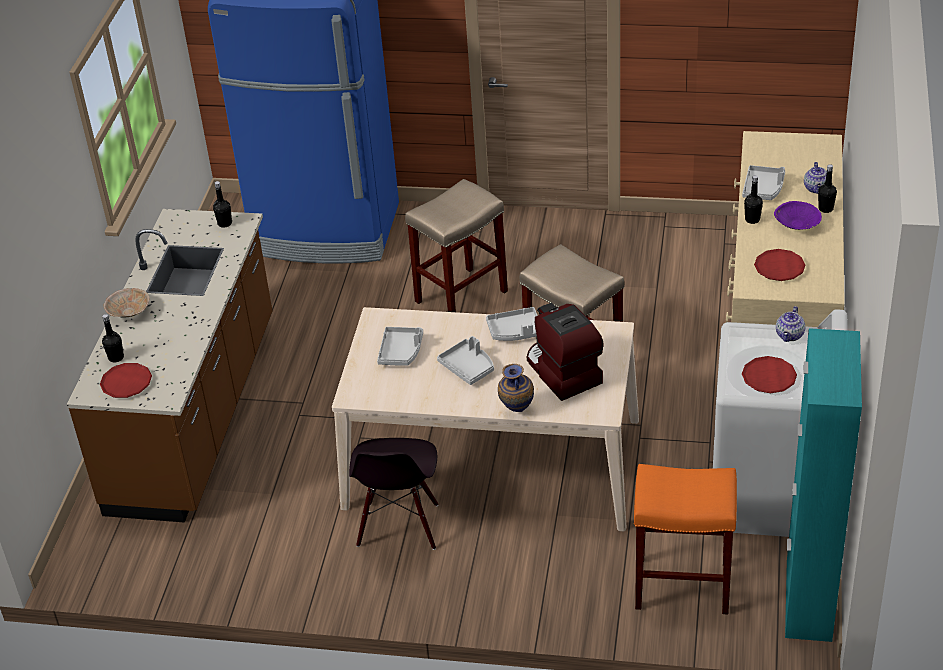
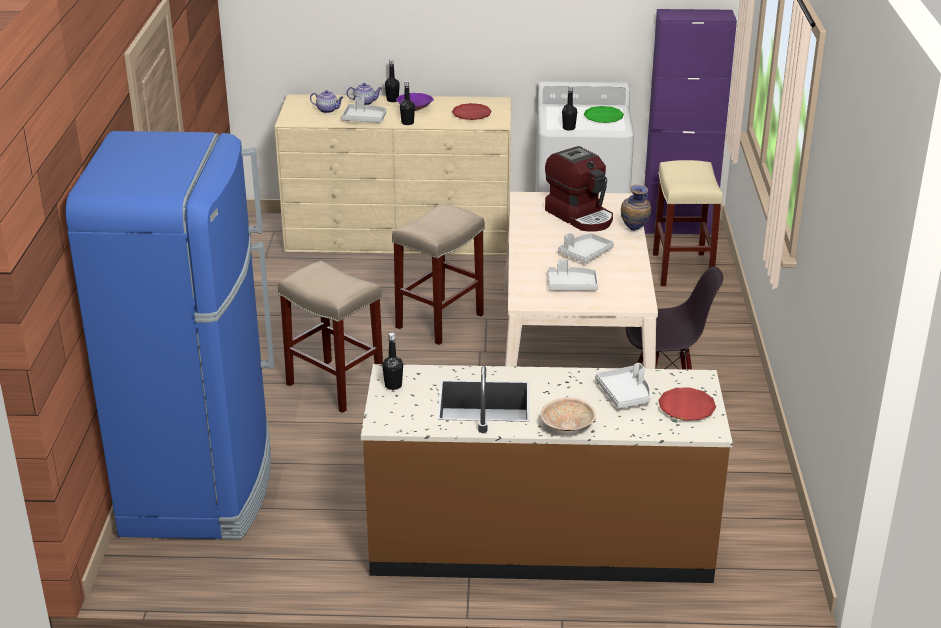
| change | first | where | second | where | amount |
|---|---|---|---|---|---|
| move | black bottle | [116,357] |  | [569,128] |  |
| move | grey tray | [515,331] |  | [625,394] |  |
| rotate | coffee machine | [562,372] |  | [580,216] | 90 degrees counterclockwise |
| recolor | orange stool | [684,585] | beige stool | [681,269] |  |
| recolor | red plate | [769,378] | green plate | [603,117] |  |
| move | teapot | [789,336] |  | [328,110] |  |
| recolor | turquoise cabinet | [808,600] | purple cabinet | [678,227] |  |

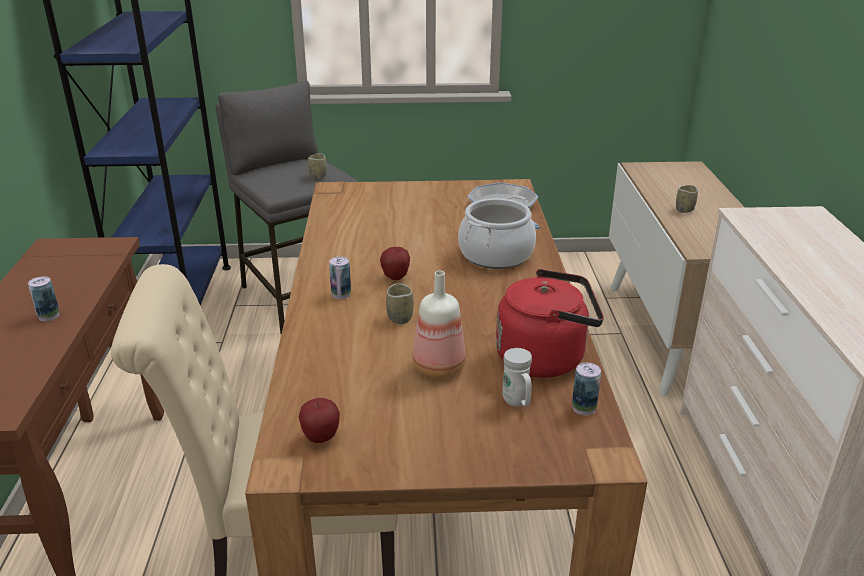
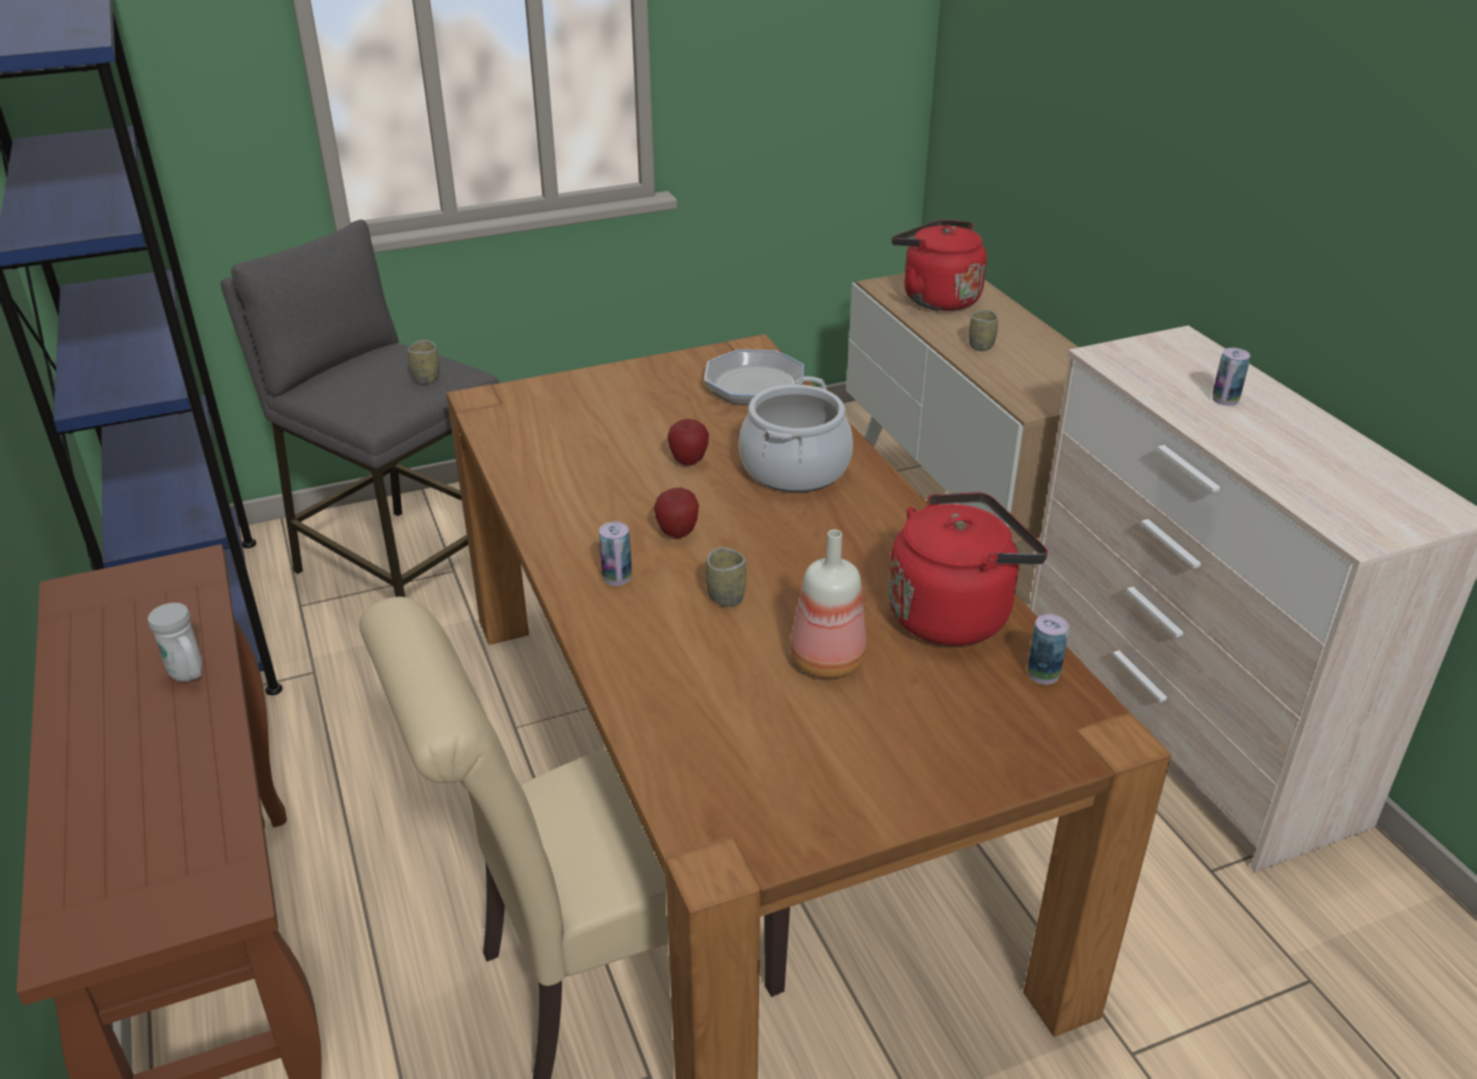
| change | first | where | second | where | amount |
|---|---|---|---|---|---|
| move | can | [49,316] |  | [1225,399] |  |
| move | apple | [321,438] |  | [689,461] |  |
| move | white mug | [517,403] |  | [189,676] |  |
| insert |  |  | red kettle | [936,298] |  |

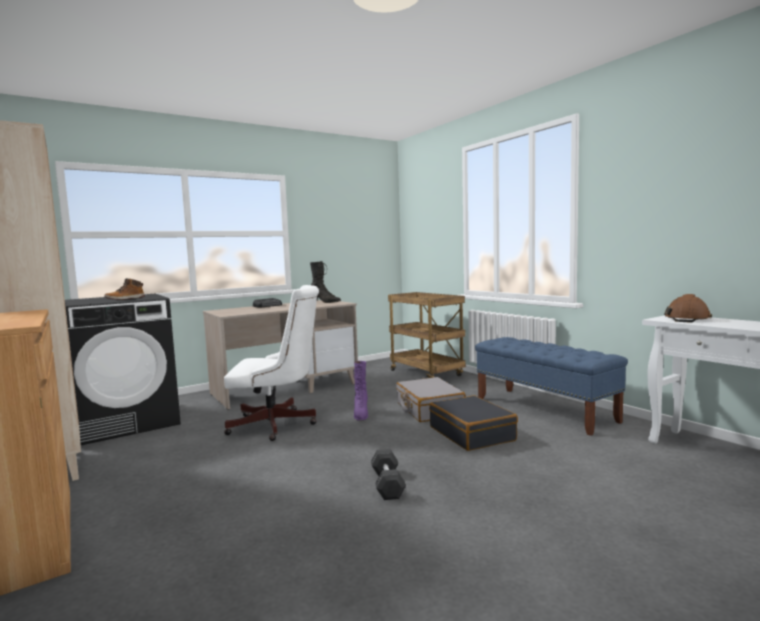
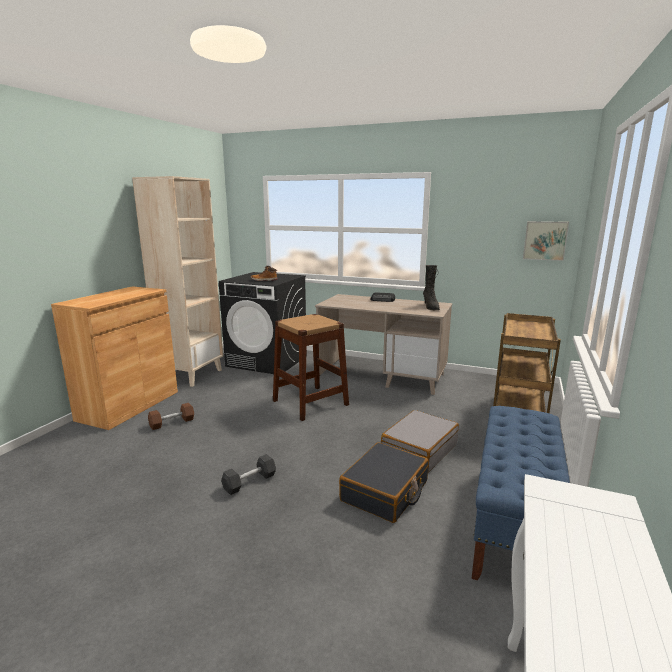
| change | first | where | second | where | amount |
|---|---|---|---|---|---|
| replace | white office chair | [277,425] | brown stool | [310,402] |  |
| delete | purple boot | [361,414] |  |  |  |
| delete | brown hard hat | [687,319] |  |  |  |
| insert |  |  | brown dumbbell | [172,423] |  |
| insert |  |  | picture | [545,240] |  |

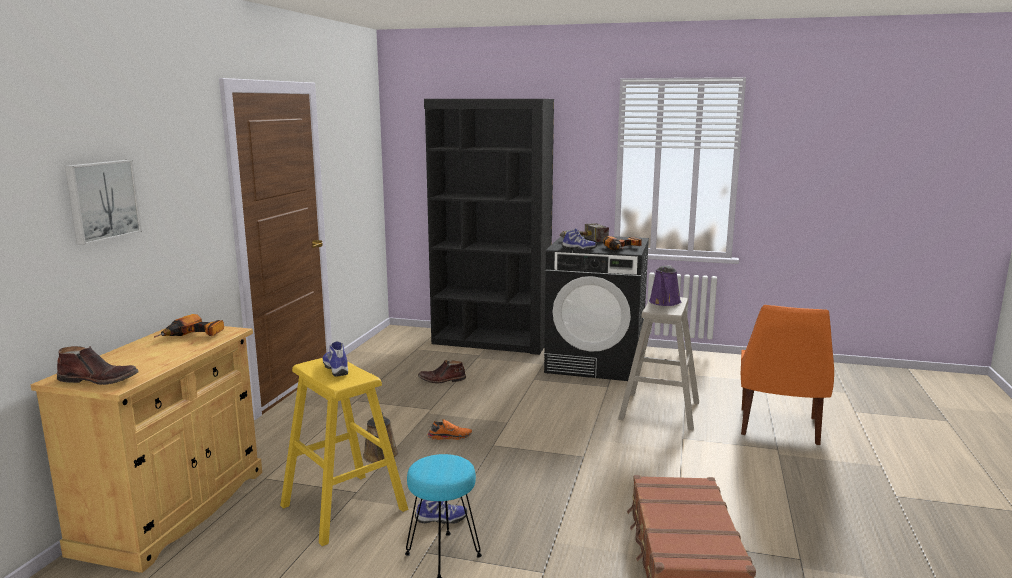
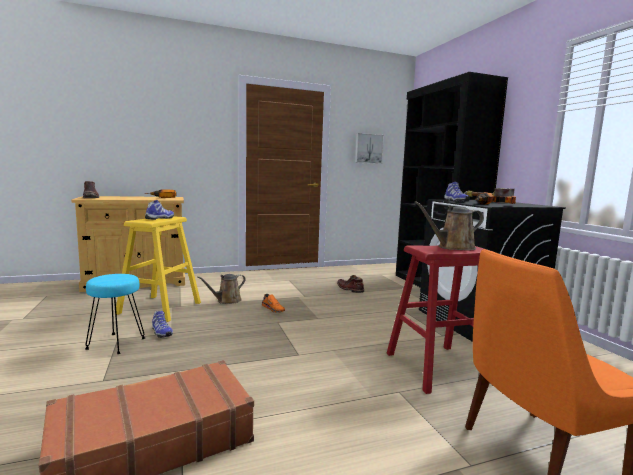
| change | first | where | second | where | amount |
|---|---|---|---|---|---|
| move | picture | [101,200] |  | [368,148] |  |
| recolor | beige stool | [659,411] | red stool | [437,367] |  |
| recolor | purple watering can | [664,302] | brown watering can | [453,247] |  |

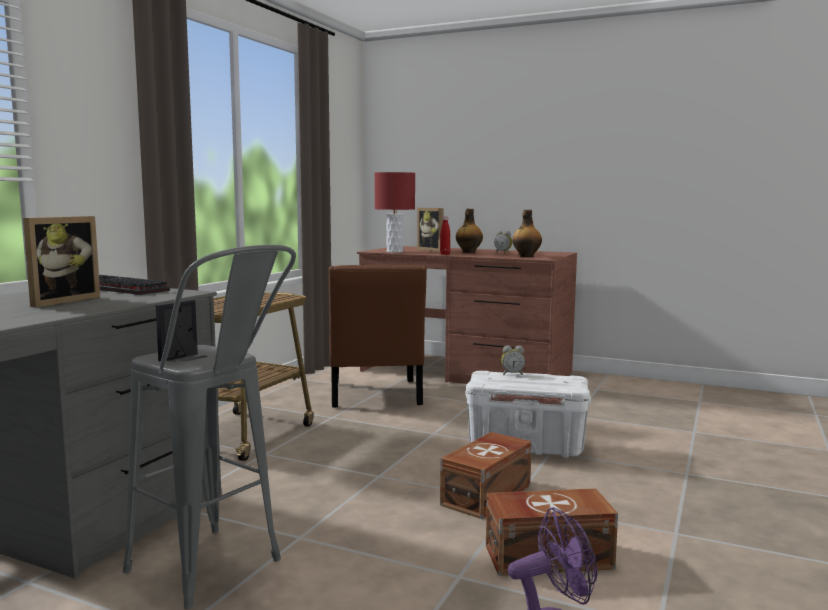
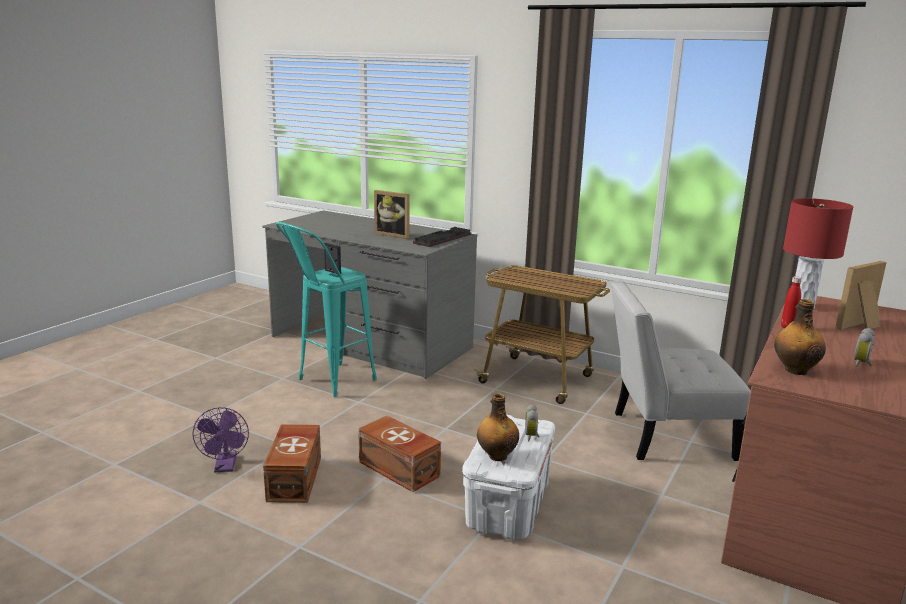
| change | first | where | second | where | amount |
|---|---|---|---|---|---|
| recolor | grey stool | [218,574] | turquoise stool | [328,383] |  |
| recolor | brown chair | [375,396] | white chair | [665,436] |  |
| move | bottle | [468,252] |  | [497,455] |  |

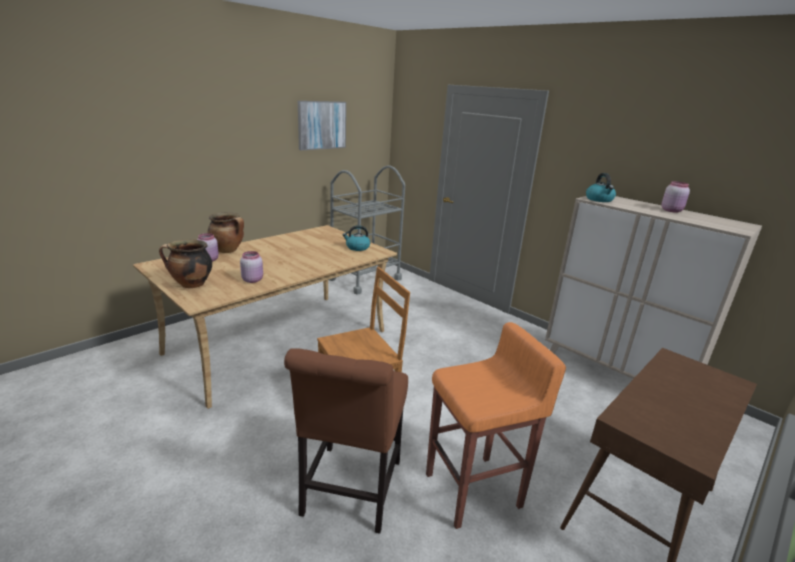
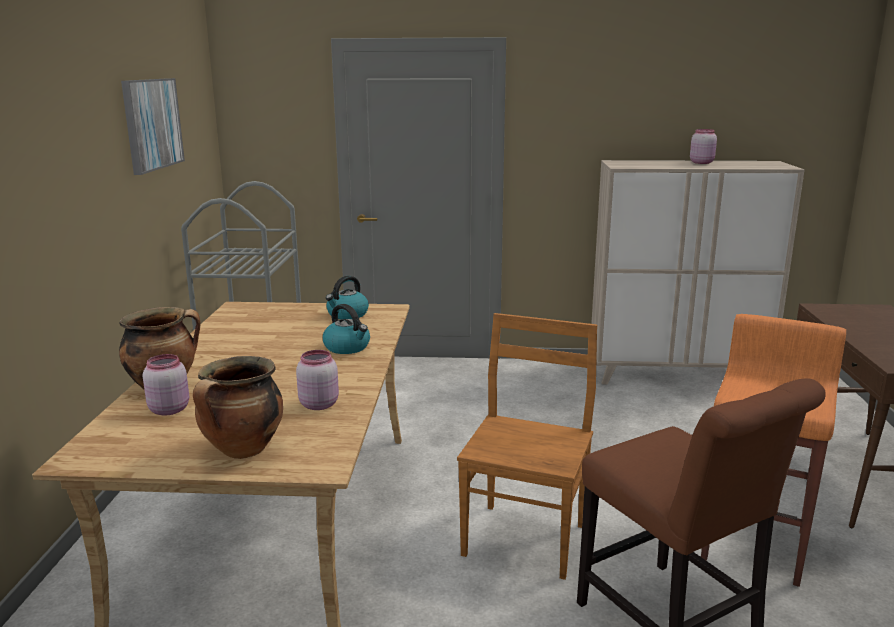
| change | first | where | second | where | amount |
|---|---|---|---|---|---|
| move | kettle | [599,199] |  | [347,347] |  |

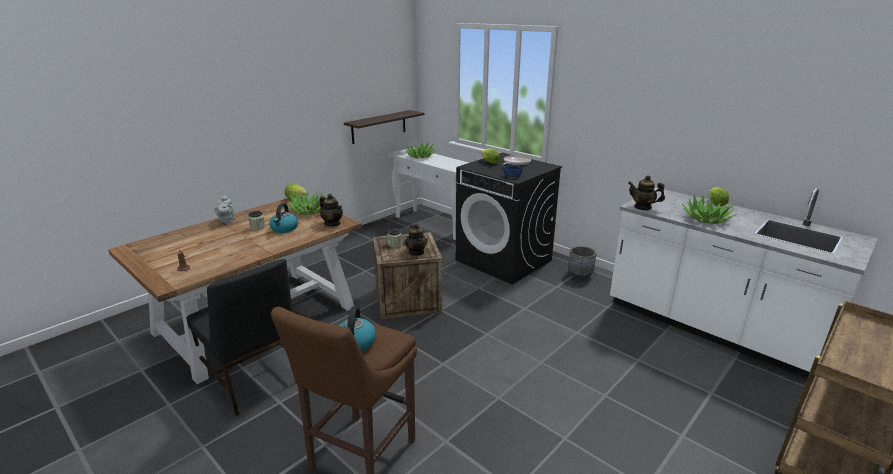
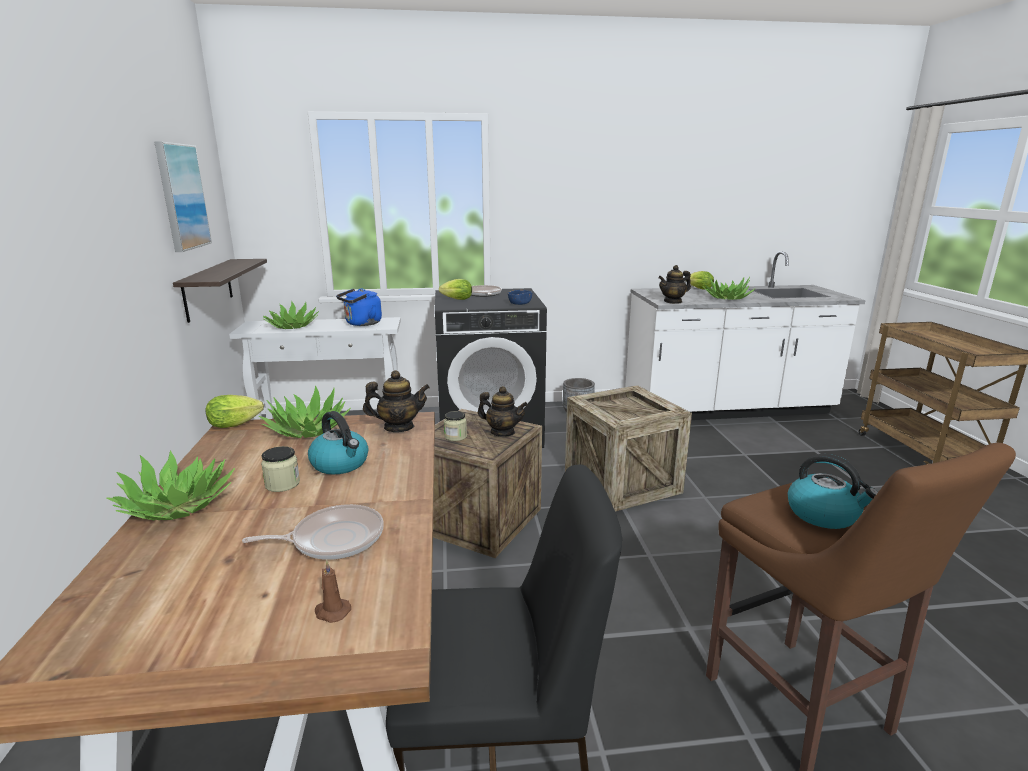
| change | first | where | second | where | amount |
|---|---|---|---|---|---|
| replace | grey teapot | [227,221] | potted plant | [178,505] |  |
| insert |  |  | picture | [182,197] |  |
| insert |  |  | frying pan | [333,539] |  |
| insert |  |  | blue kettle | [361,324] |  |
| insert |  |  | crate | [622,482] |  |

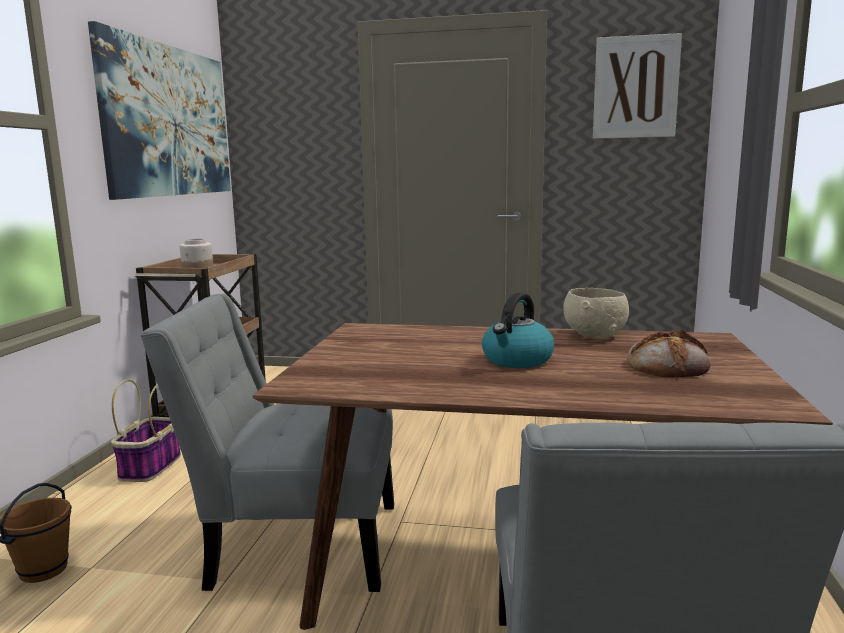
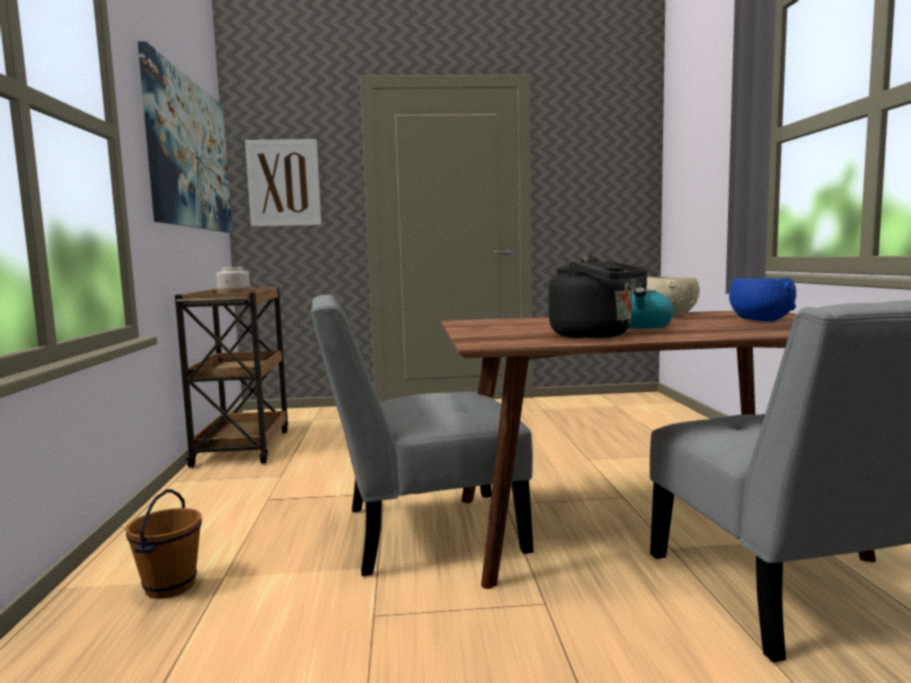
| change | first | where | second | where | amount |
|---|---|---|---|---|---|
| delete | basket | [150,467] |  |  |  |
| move | picture | [635,87] |  | [284,183] |  |
| replace | bread | [668,365] | blue bowl | [760,321] |  |
| insert |  |  | black kettle | [596,335] |  |

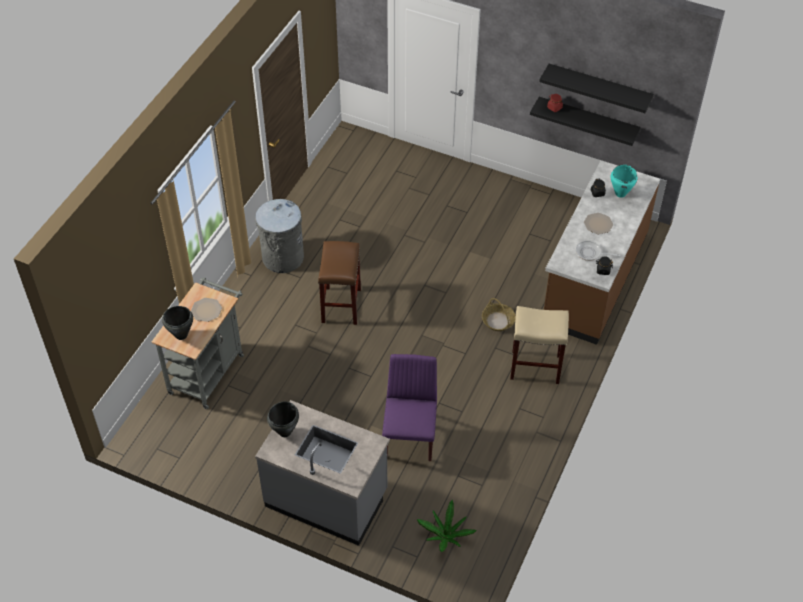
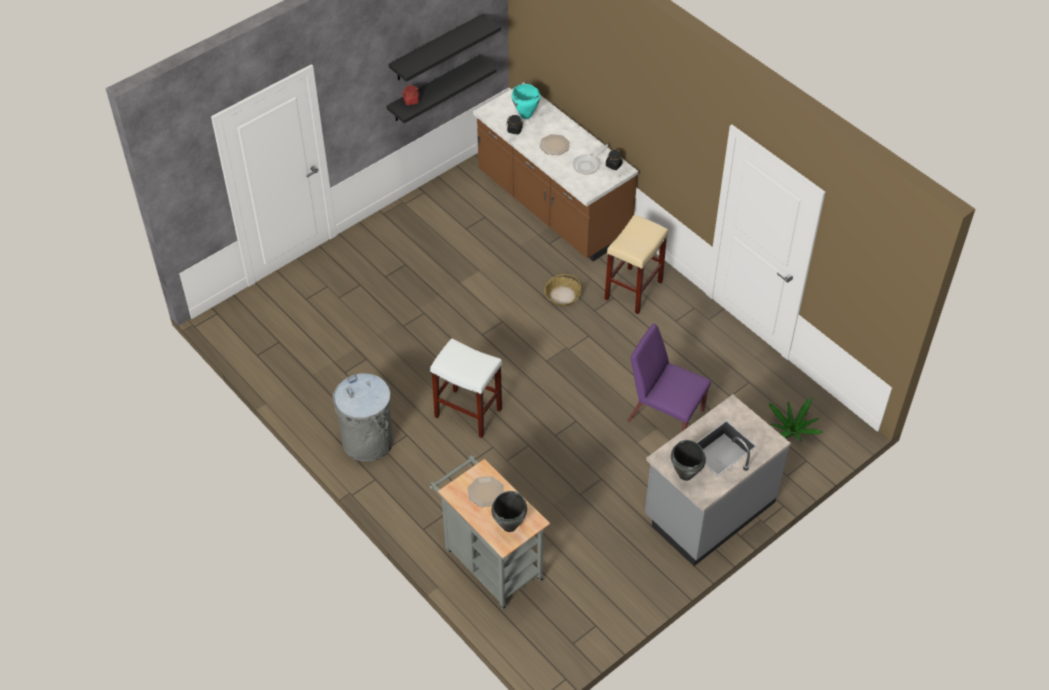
| change | first | where | second | where | amount |
|---|---|---|---|---|---|
| recolor | brown stool | [341,305] | white stool | [467,413] |  |

